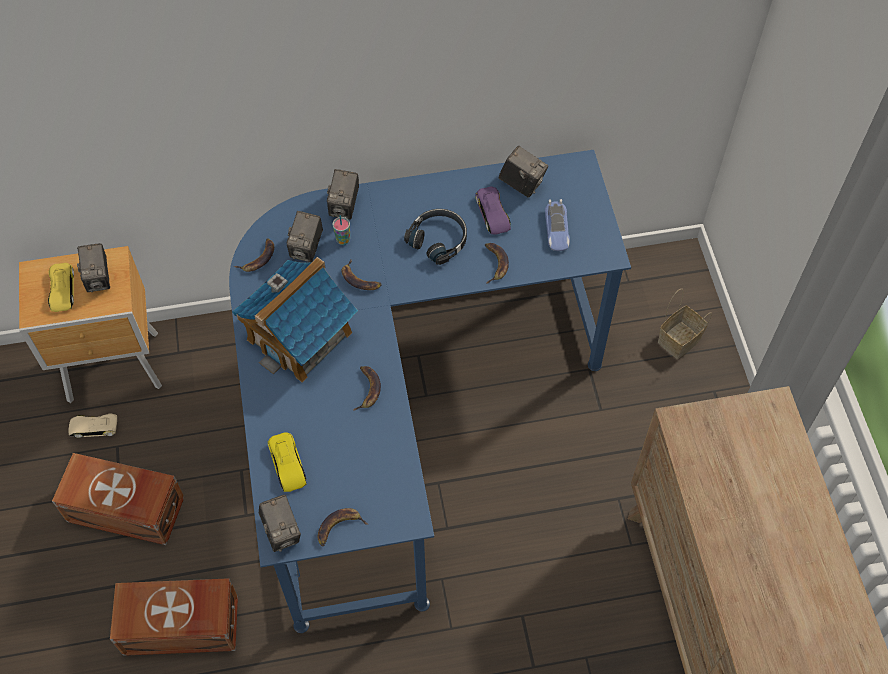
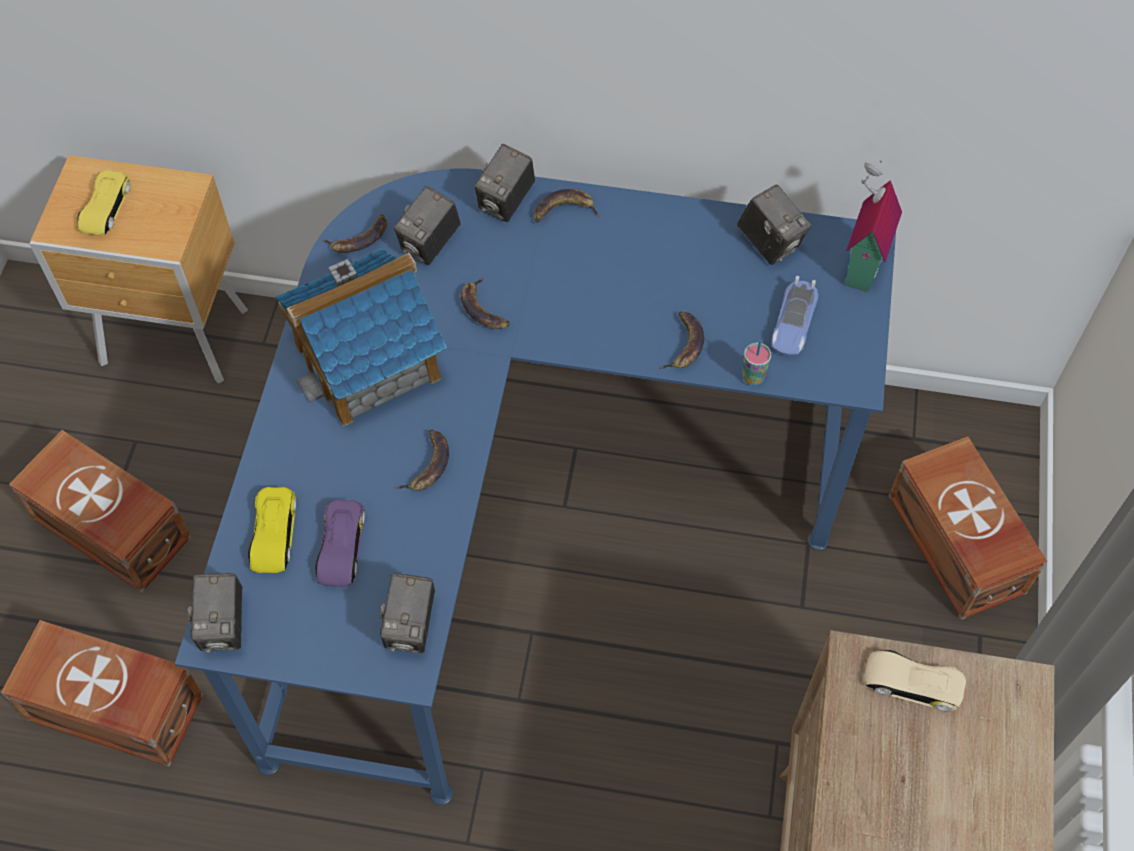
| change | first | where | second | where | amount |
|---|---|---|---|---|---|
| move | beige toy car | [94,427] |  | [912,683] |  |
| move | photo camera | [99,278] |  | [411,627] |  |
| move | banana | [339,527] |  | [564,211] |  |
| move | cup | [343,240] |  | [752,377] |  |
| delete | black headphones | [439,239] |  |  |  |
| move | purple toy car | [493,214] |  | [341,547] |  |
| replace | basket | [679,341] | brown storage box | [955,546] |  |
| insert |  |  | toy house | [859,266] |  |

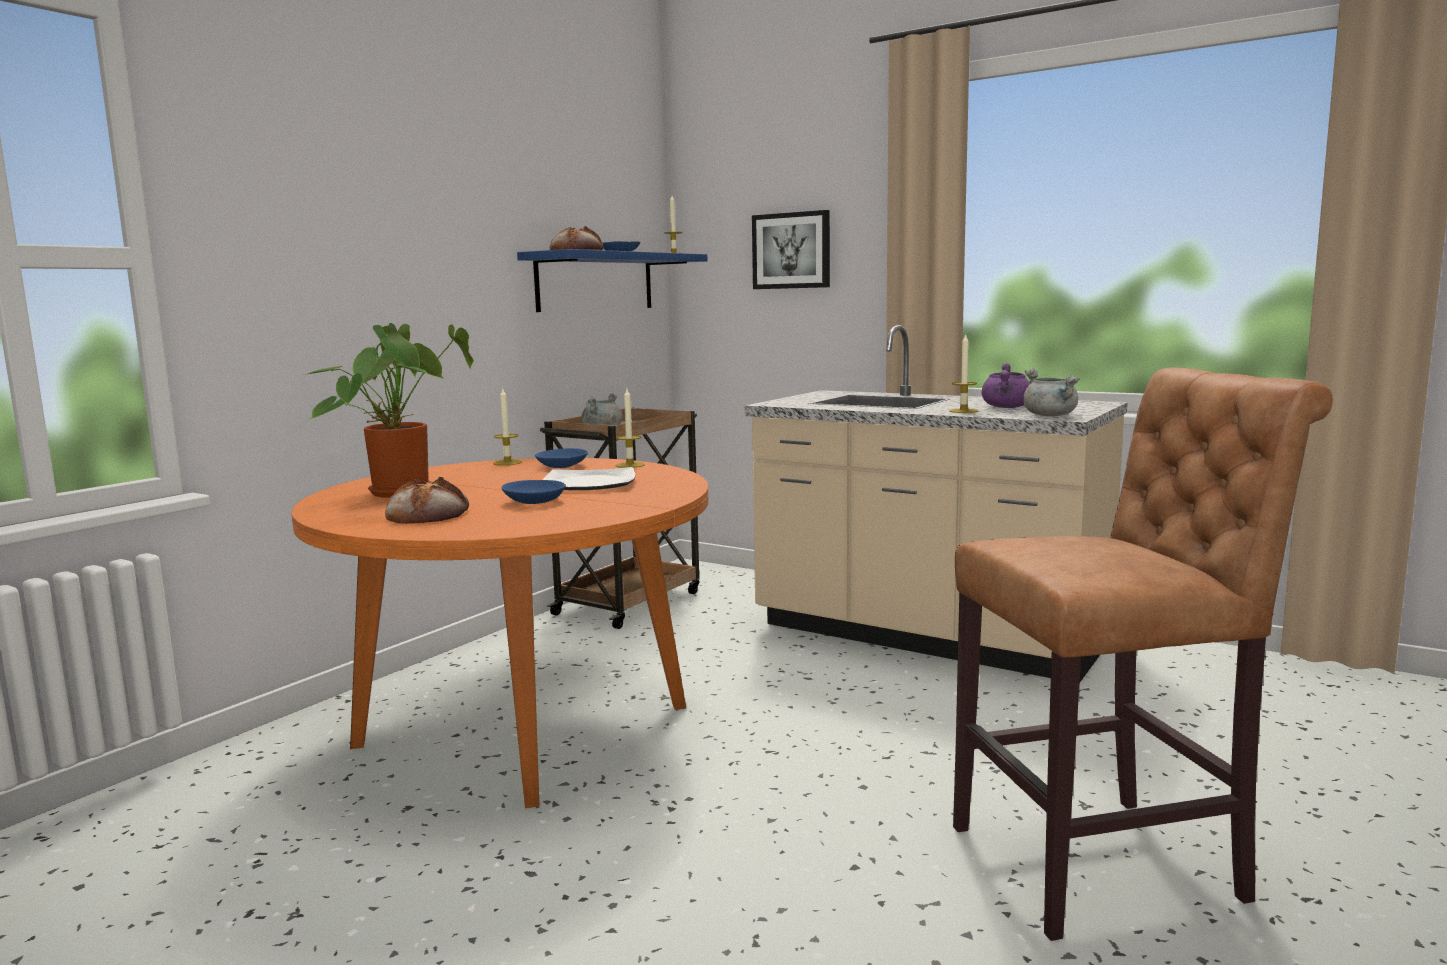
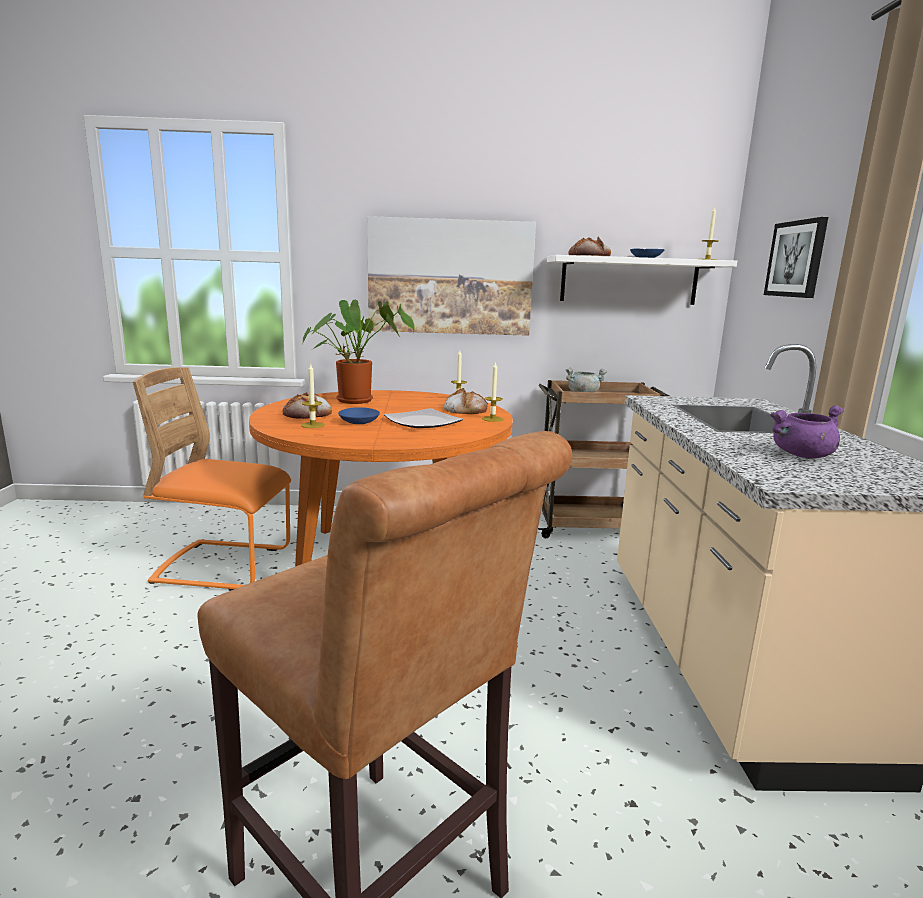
| change | first | where | second | where | amount |
|---|---|---|---|---|---|
| recolor | blue shelf | [595,282] | white shelf | [629,281] |  |
| replace | blue bowl | [562,466] | bread | [464,409] |  |
| move | candle | [963,411] |  | [312,425] |  |
| delete | grey cooking pot | [1051,416] |  |  |  |
| insert |  |  | orange chair | [224,566] |  |
| insert |  |  | picture | [450,277] |  |

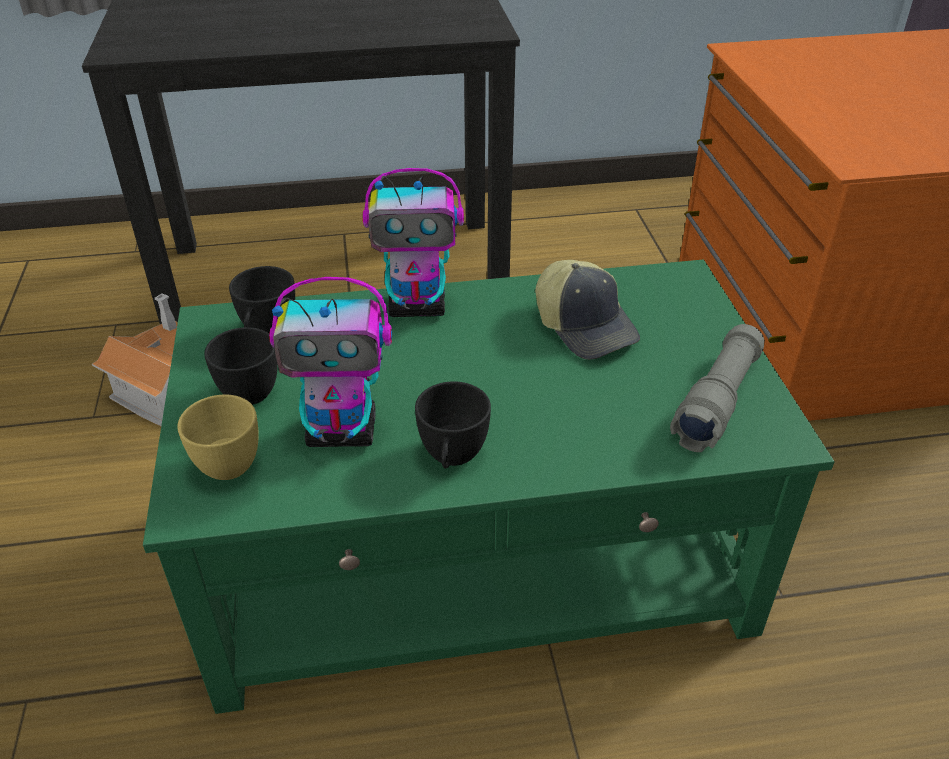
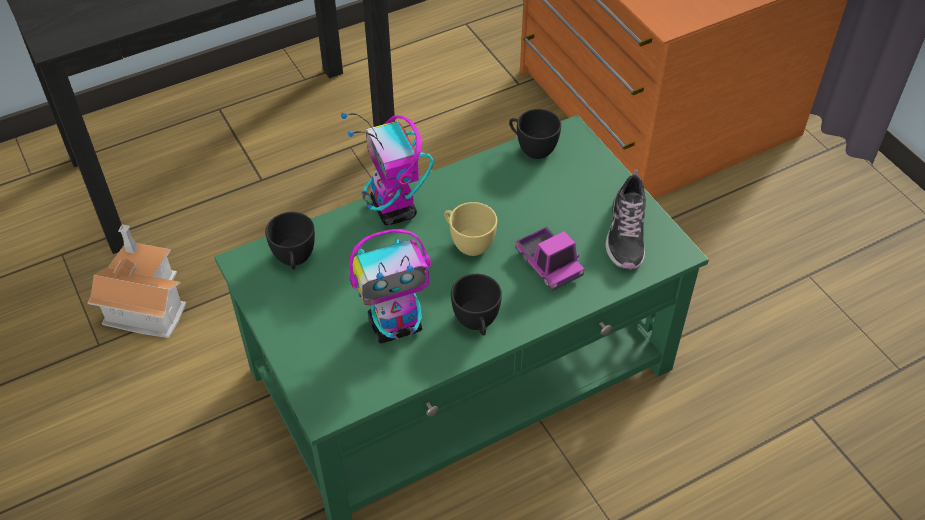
| change | first | where | second | where | amount |
|---|---|---|---|---|---|
| move | yellow cup | [225,460] |  | [468,243] |  |
| move | black cup | [245,388] |  | [532,148] |  |
| rotate | toy robot | [418,306] |  | [394,209] | 90 degrees clockwise |
| delete | cap | [586,326] |  |  |  |
| replace | grey flashlight | [717,401] | shoe | [626,234] |  |
| insert |  |  | toy truck | [548,264] |  |

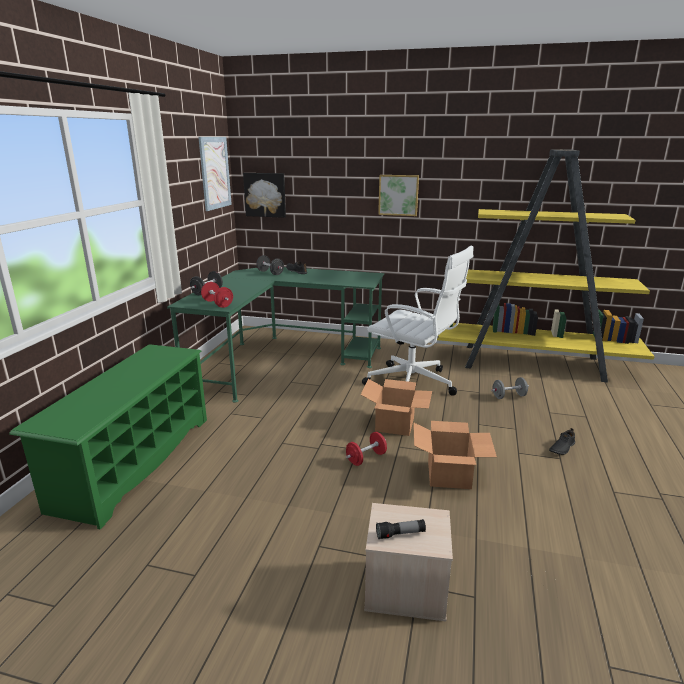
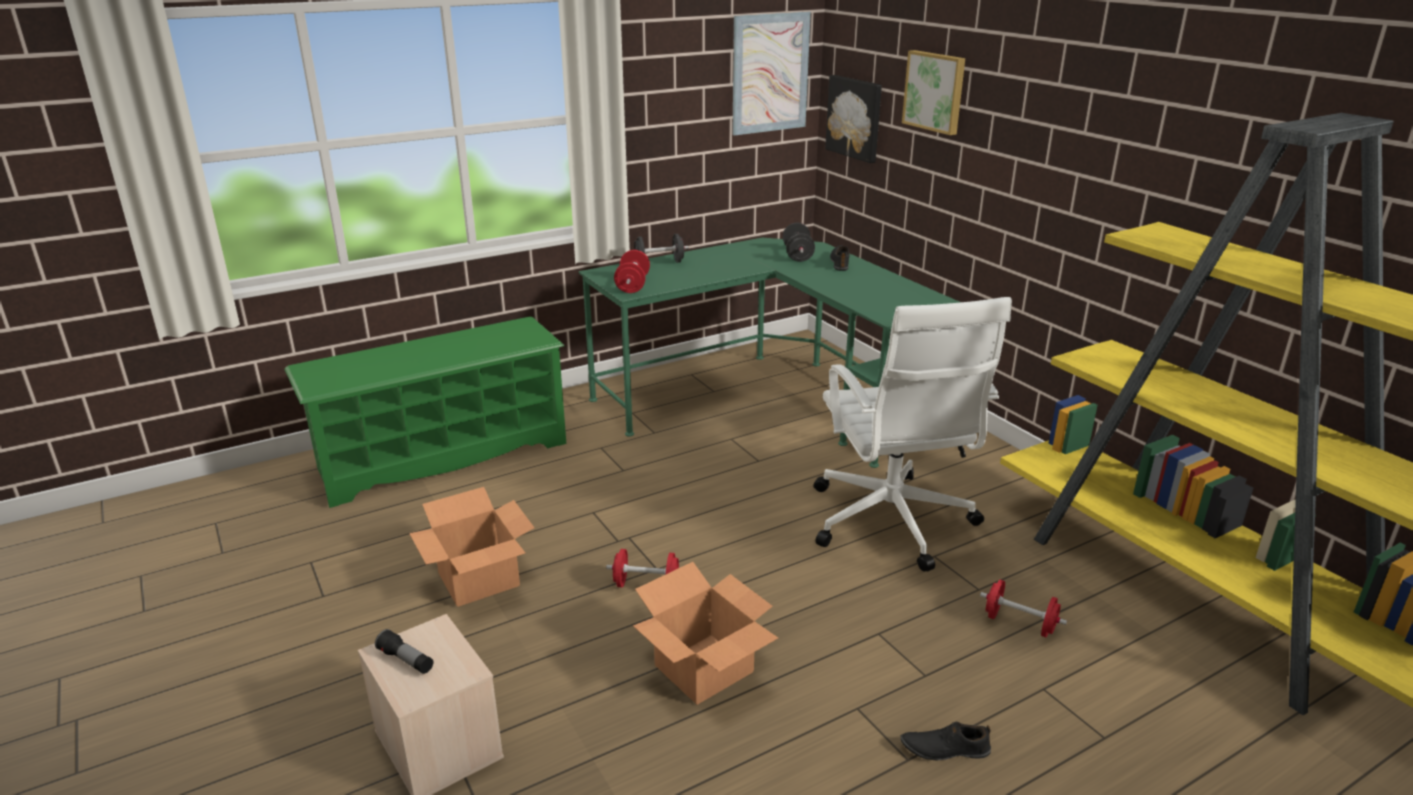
| change | first | where | second | where | amount |
|---|---|---|---|---|---|
| move | cardboard box | [394,424] |  | [480,579] |  |
| move | picture | [398,195] |  | [935,91] |  |
| recolor | grey dumbbell | [508,396] | red dumbbell | [1019,623] |  |

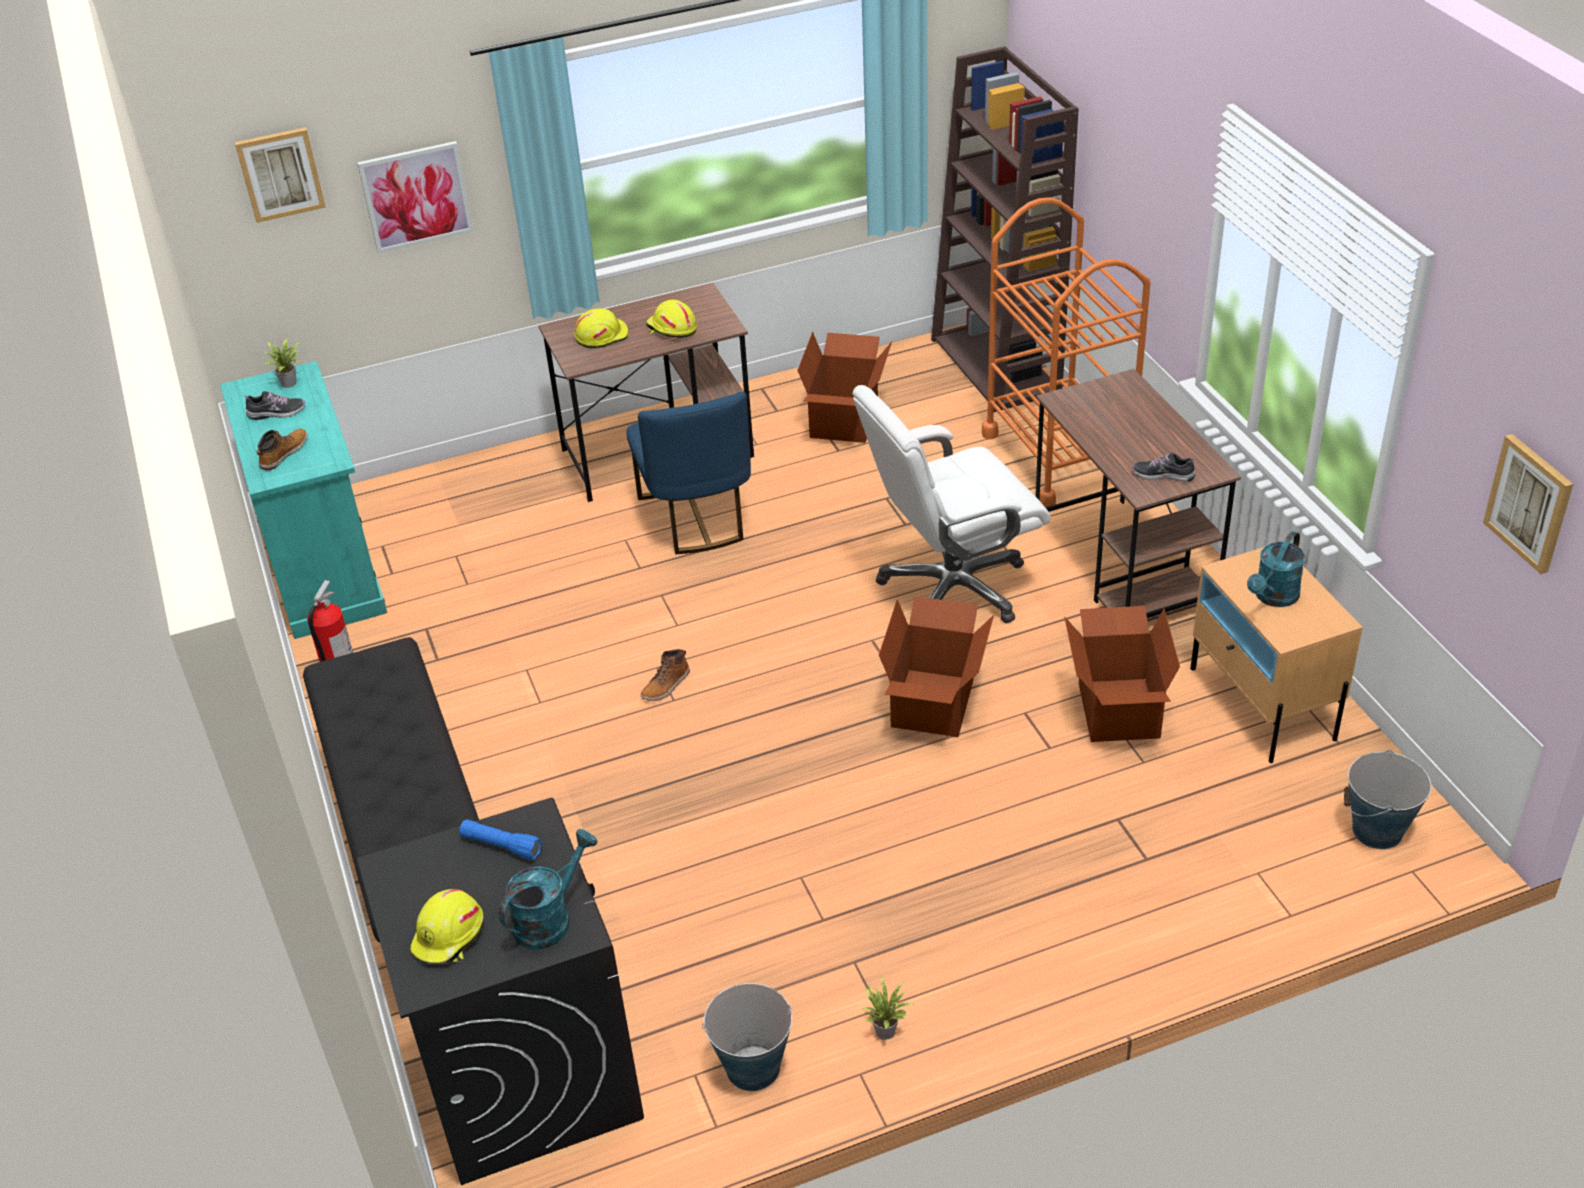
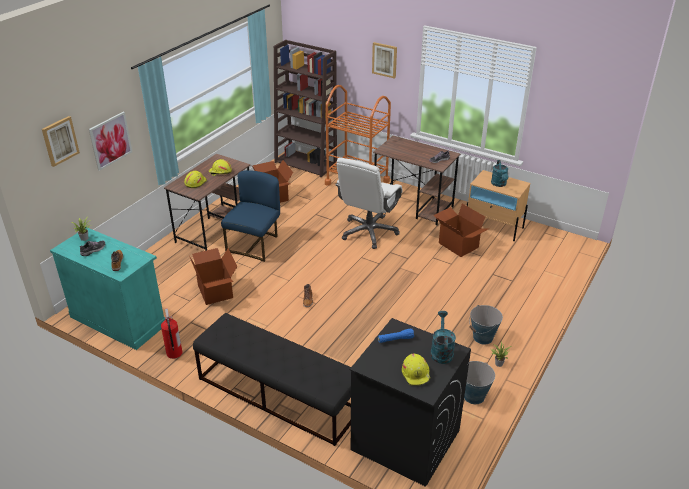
| change | first | where | second | where | amount |
|---|---|---|---|---|---|
| rotate | blue chair | [697,517] |  | [255,244] | 105 degrees counterclockwise |
| move | cardboard box | [934,704] |  | [216,291] |  |
| move | bucket | [1377,831] |  | [483,337] |  |
| move | picture | [1530,503] |  | [384,60] |  |

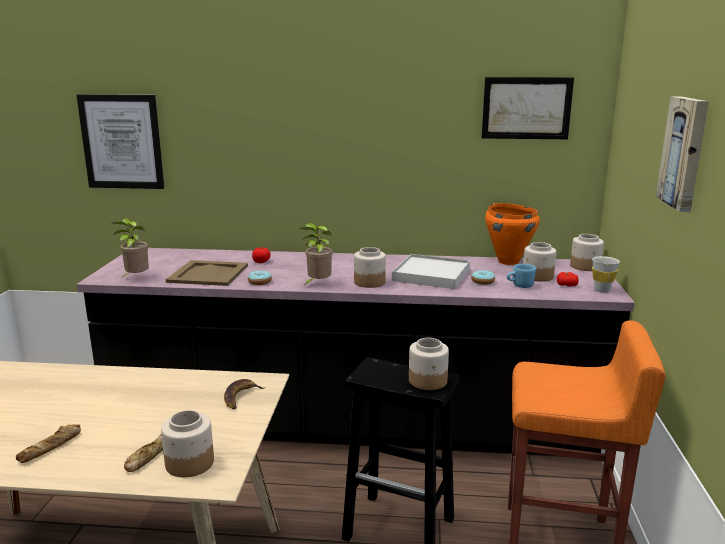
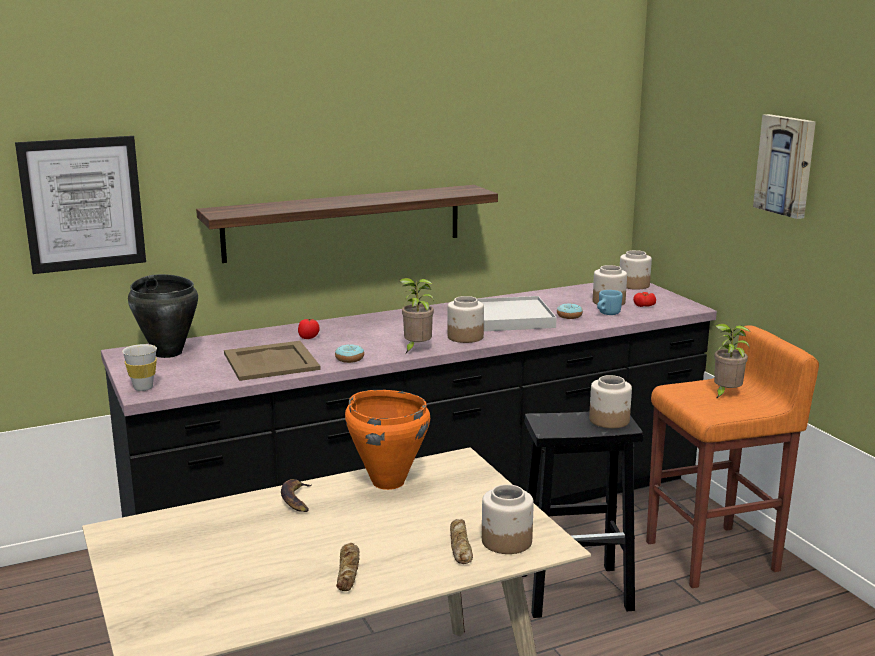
| change | first | where | second | where | amount |
|---|---|---|---|---|---|
| move | potted plant | [136,278] |  | [725,394] |  |
| move | banana | [240,397] |  | [296,499] |  |
| delete | picture | [526,108] |  |  |  |
| move | orange cooking pot | [508,261] |  | [388,481] |  |
| move | white cup | [602,290] |  | [143,388] |  |
| insert |  |  | black cooking pot | [168,353] |  |
| insert |  |  | shelf | [344,222] |  |

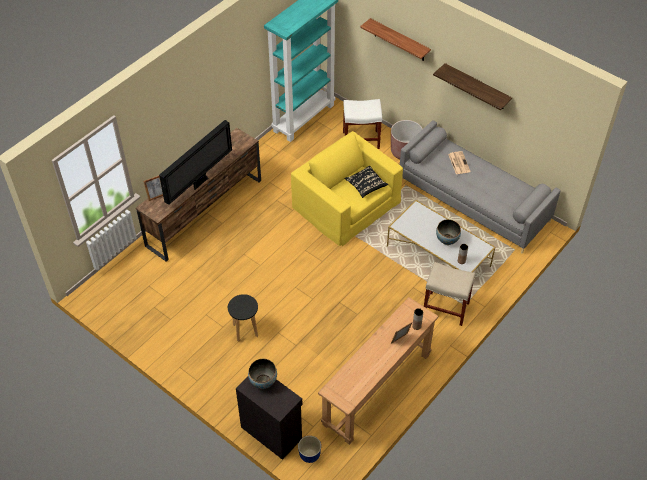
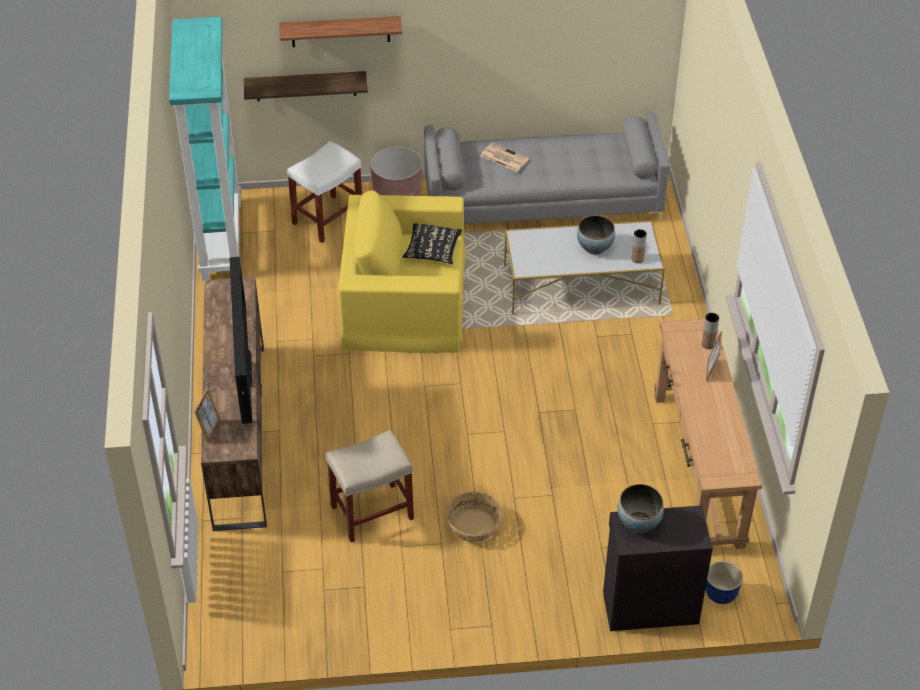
| change | first | where | second | where | amount |
|---|---|---|---|---|---|
| replace | black stool | [245,330] | basket | [473,526] |  |
| move | beige stool | [445,308] |  | [371,513] |  |
| move | shelf | [477,87] |  | [305,86] |  |

